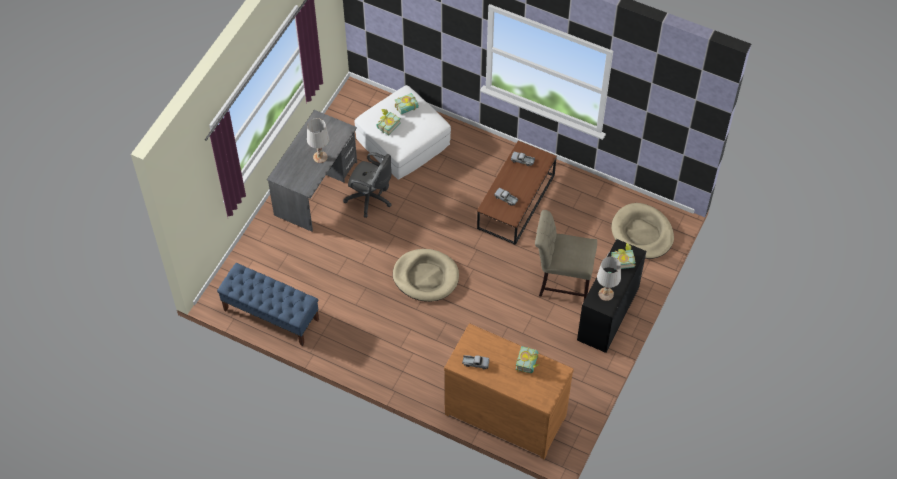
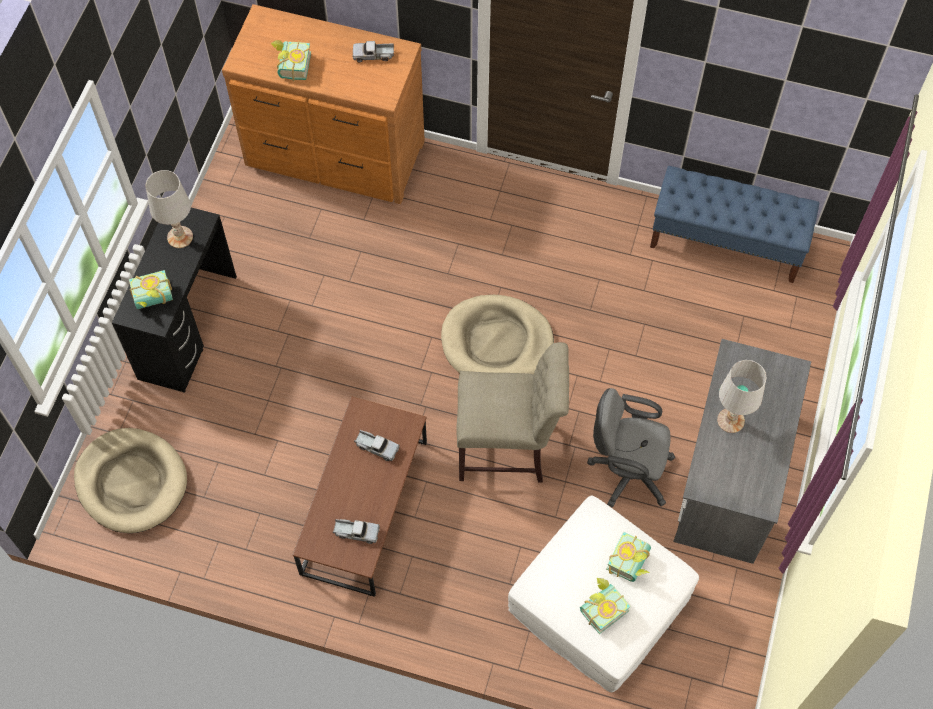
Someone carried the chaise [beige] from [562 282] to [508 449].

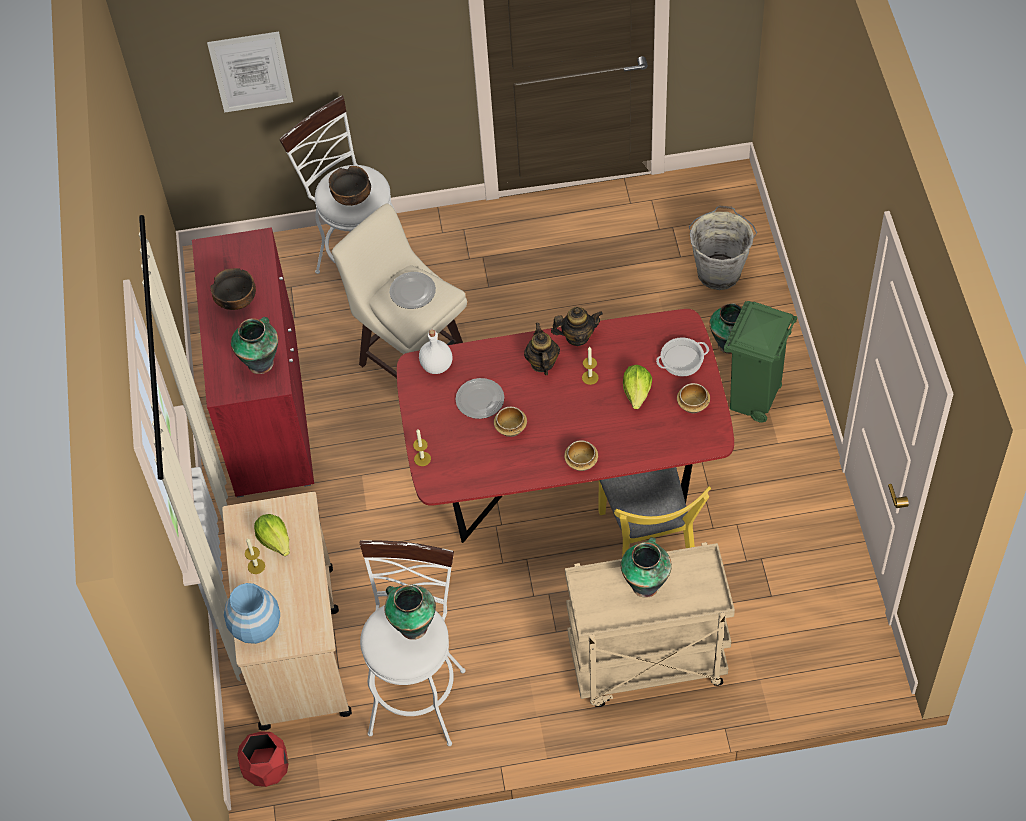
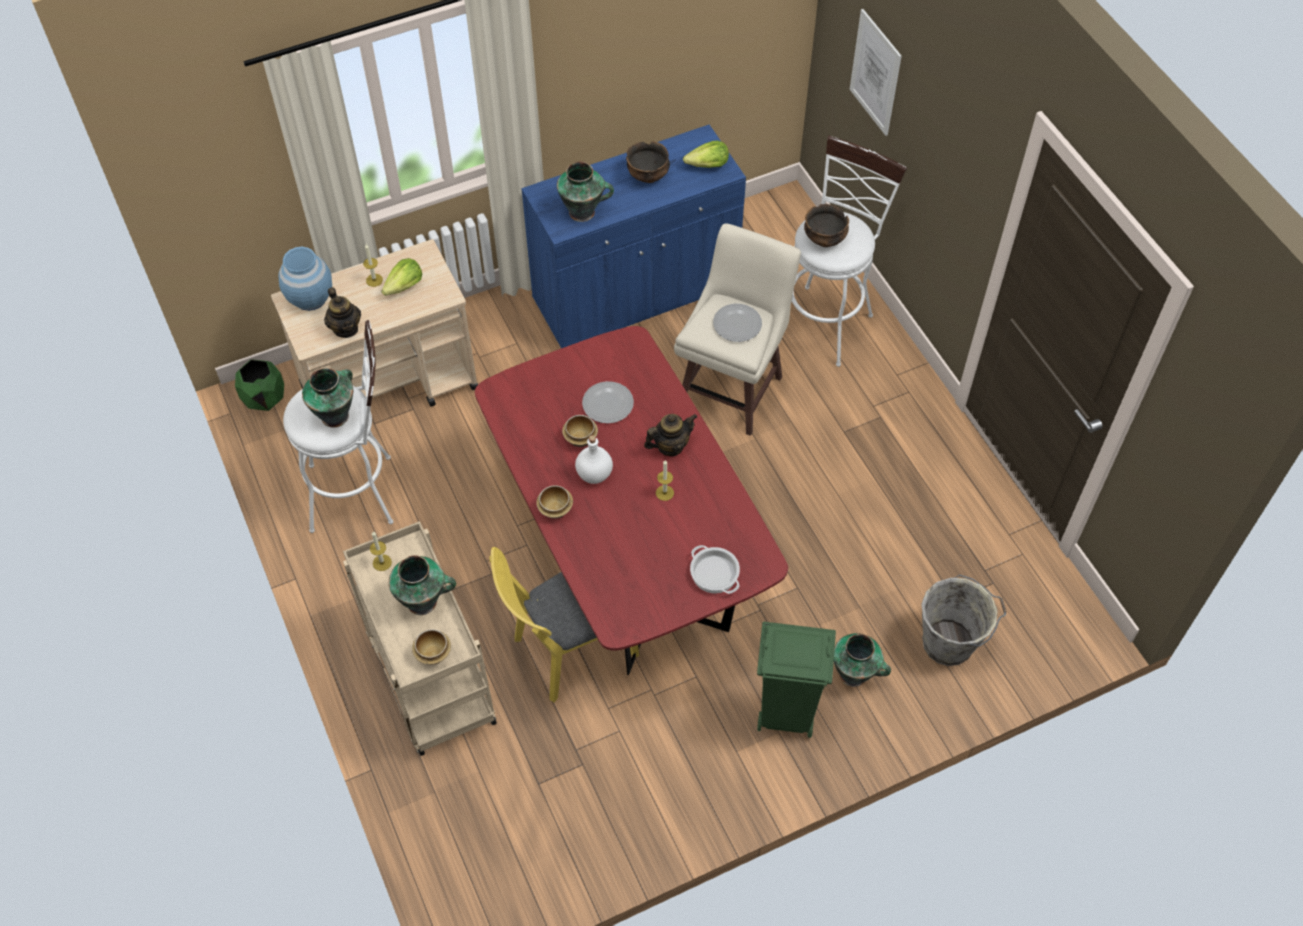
Someone repainted the meuble de rangement [rouge] at [267 409], which became the meuble de rangement [bleu] at [635 293].
Someone repainted the cache-pot [rouge] at [266 769], which became the cache-pot [vert] at [263 398].
Someone carried the bougie from [422 459] to [382 562].
Someone carried the bouteille [blanc] from [436 366] to [594 473].
Someone carried the théière from [577 336] to [346 328].
Someone carried the laitue from [637 393] to [708 165].
Someone carried the bol from [693 405] to [432 654].

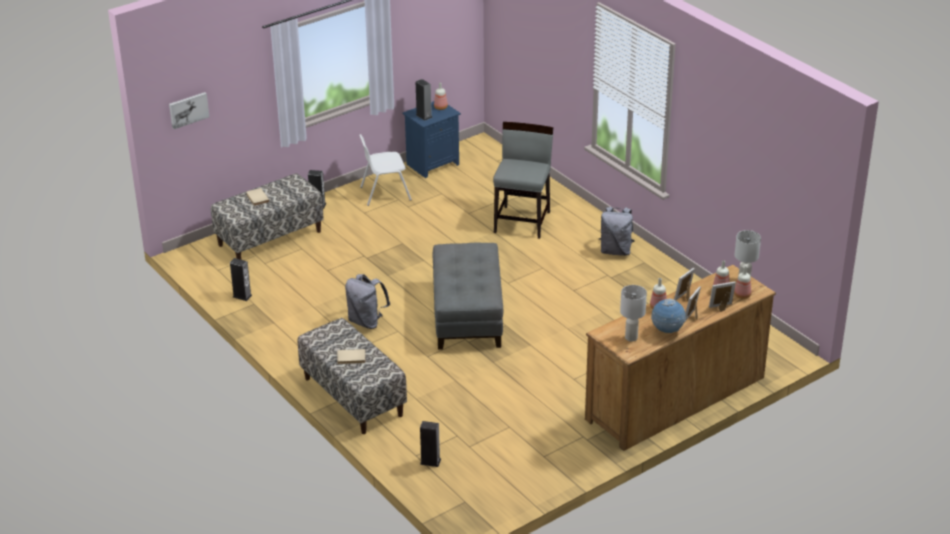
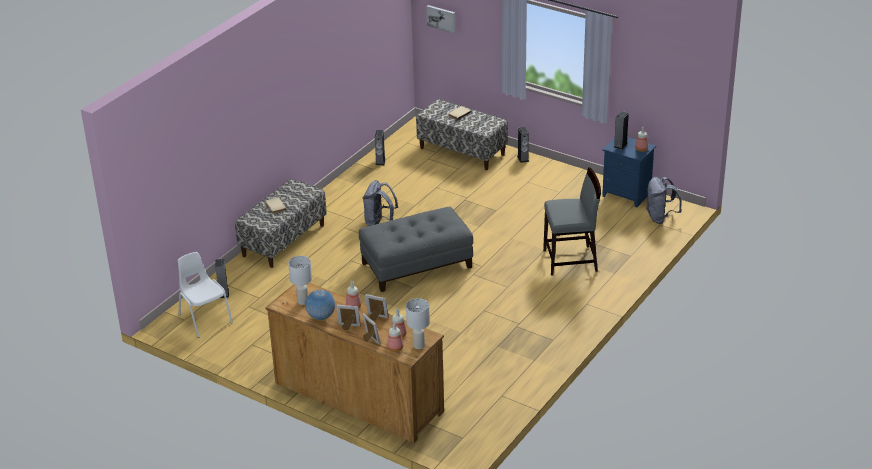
Someone carried the chaise [blanc] from [384 193] to [205 318].
Someone carried the sac à dos [gris] from [616 251] to [660 217].

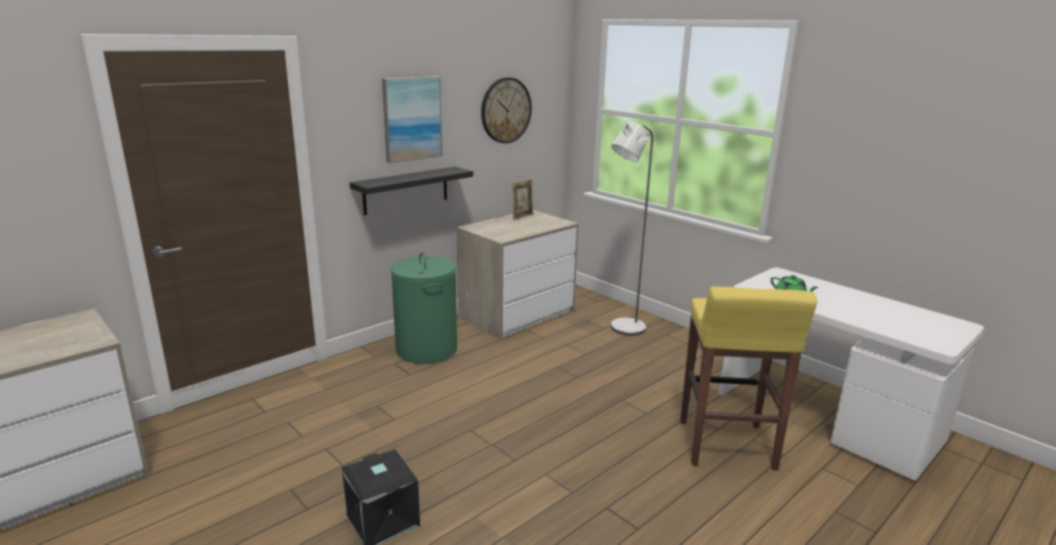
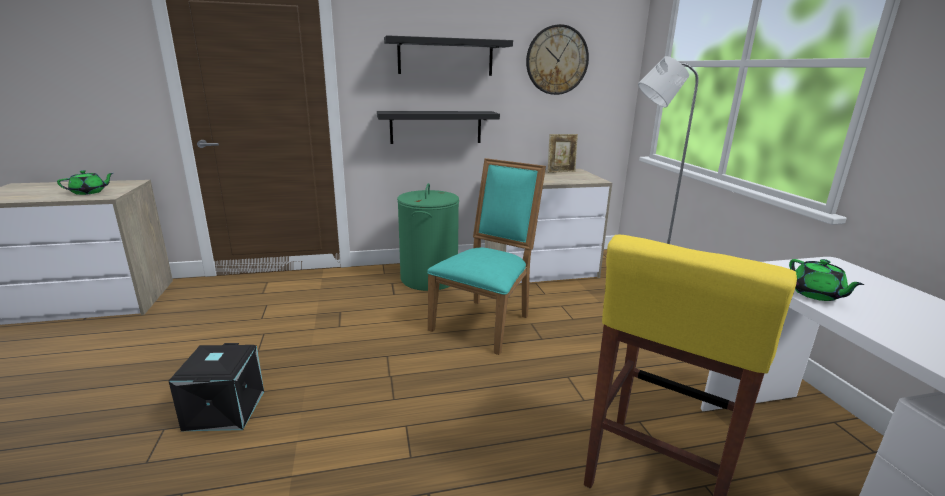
Someone swapped the tableau at [412 118] for the étagère [noir] at [445 57].
Someone put down the théière [vert] at [89 192].
Someone put down the chaise [turquoise] at [485 321].

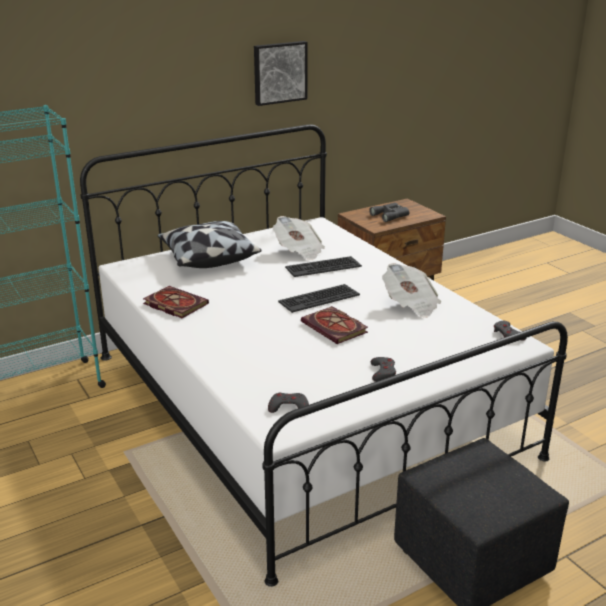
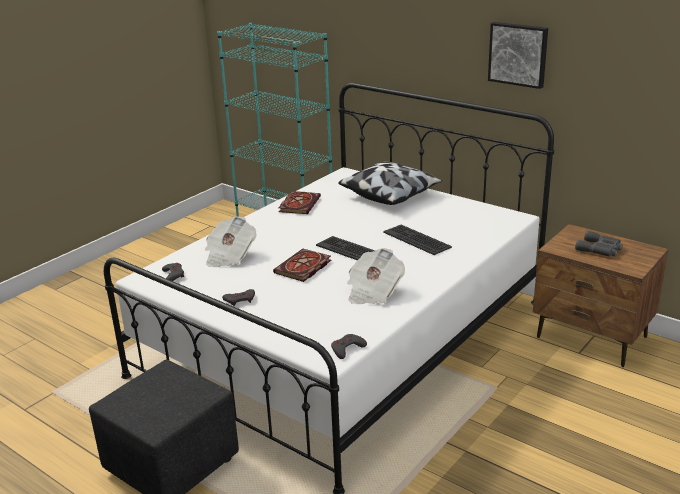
Someone carried the journal from [299 251] to [229 256].

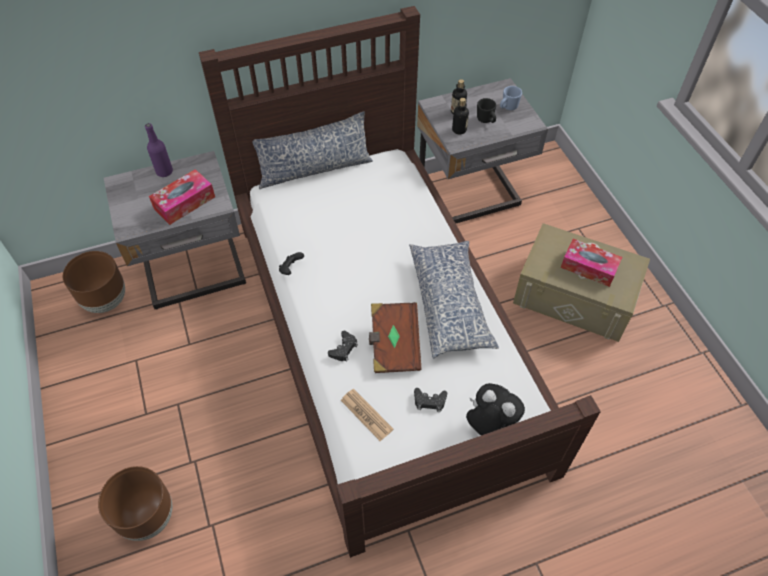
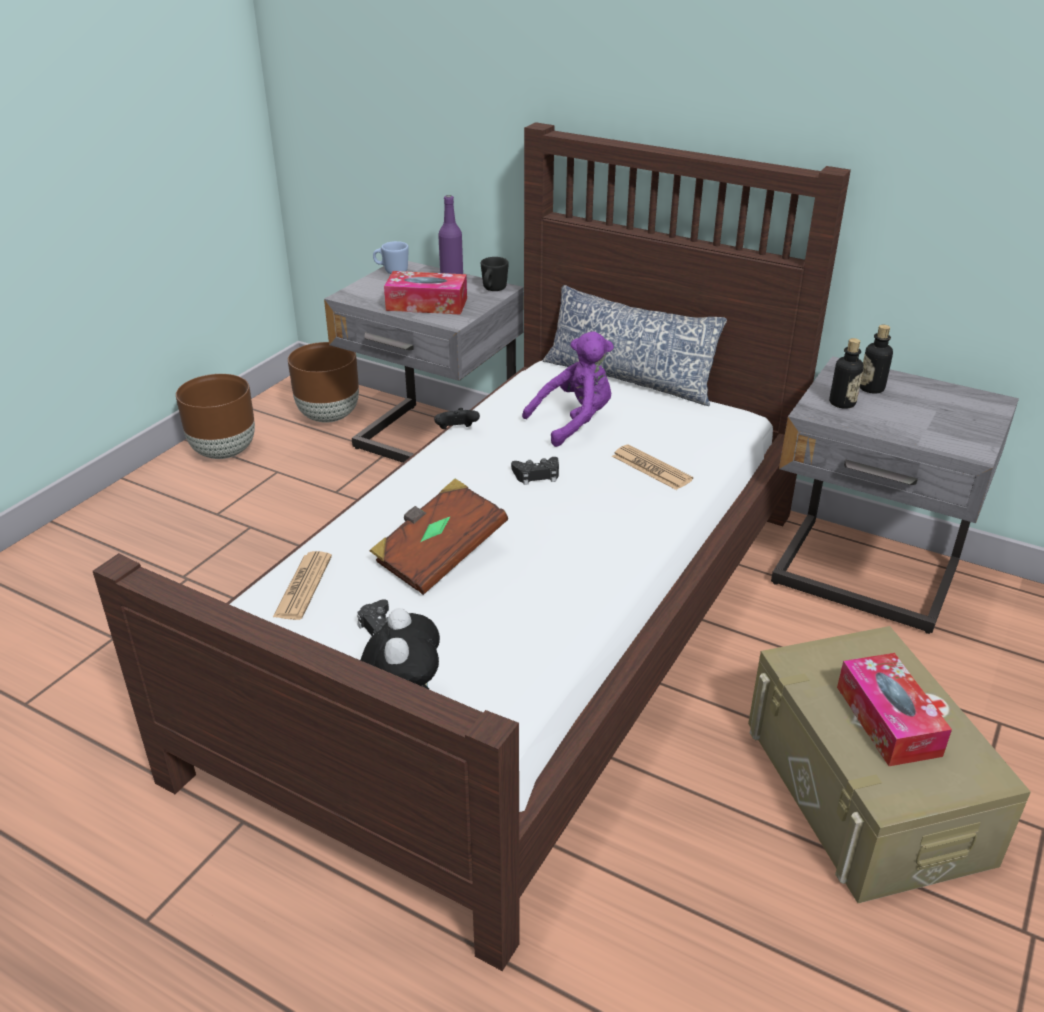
Someone carried the cache-pot [marron] from [148 516] to [225 451].
Someone carried the manette [noir] from [343 349] to [537 475].
Someone took away the coussin at [450 303].
Someone carried the mug [noir] from [486 121] to [493 290].
Someone carried the mug [bleu] from [507 107] to [392 271].
Someone put down the peluche [violet] at [574 422].
Someone put down the journal at [651 468].

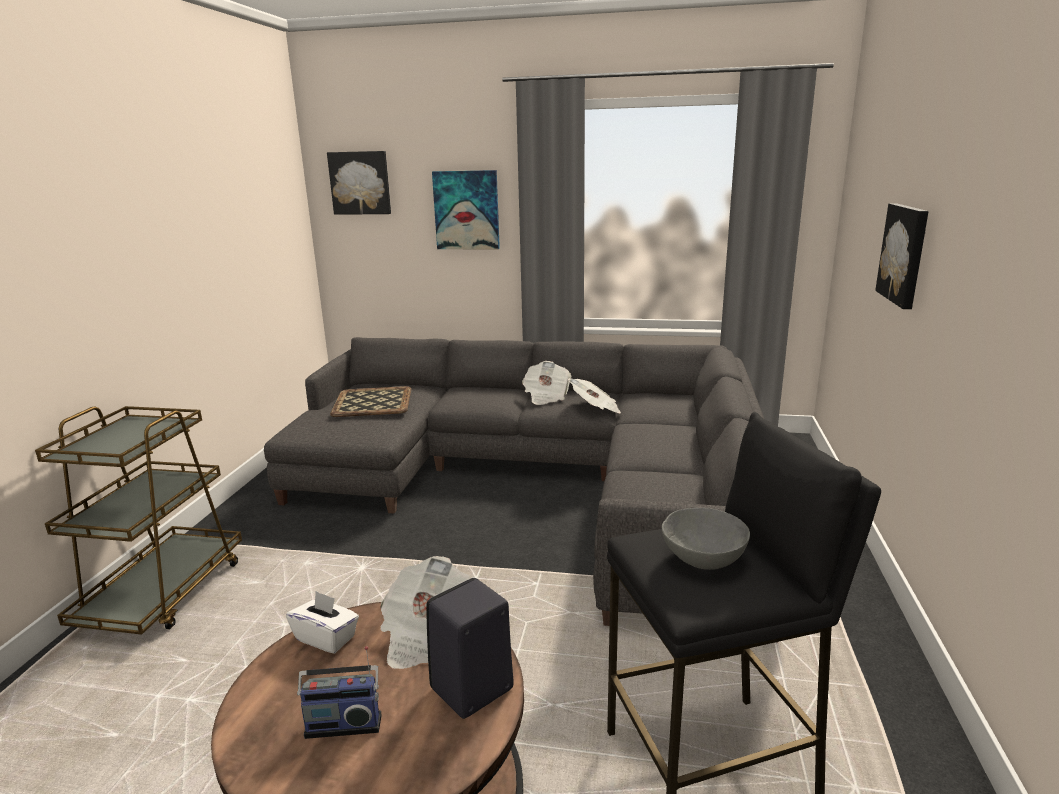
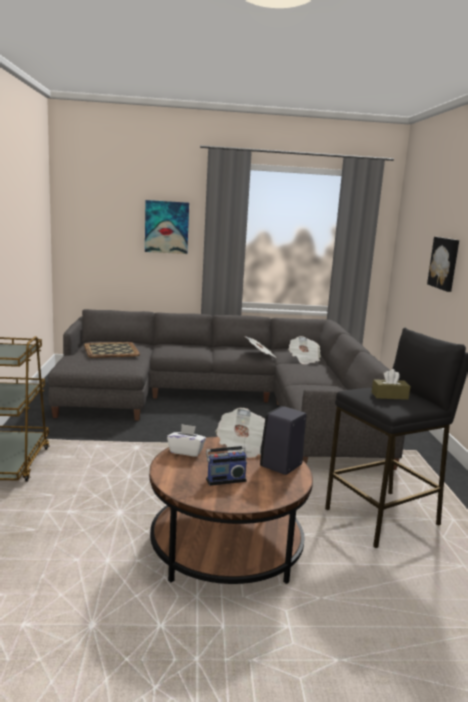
Someone took away the tableau at [360 183].
Someone carried the journal from [546 396] to [303 359].
Someone swapped the bol [gris] at [703 559] for the boîte à mouchoirs [marron] at [389 396].

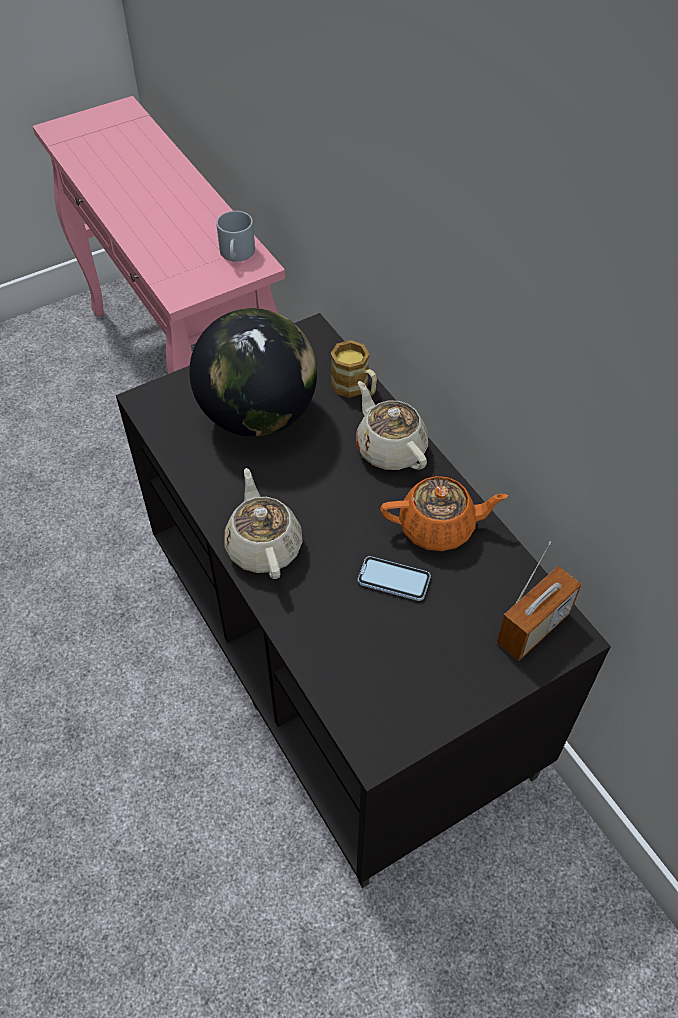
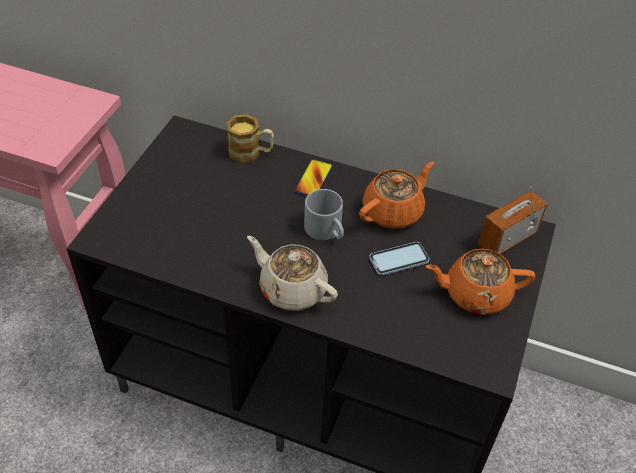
Someone took away the globe at [258 416].
Someone carried the mug [gris] from [237 254] to [327 231].
Someone swapped the théière [beige] at [390 448] for the téléphone at [313 179].
Someone rotated the radio at [533 628] by 135 degrees counterclockwise.
Someone put down the théière [orange] at [475 294].

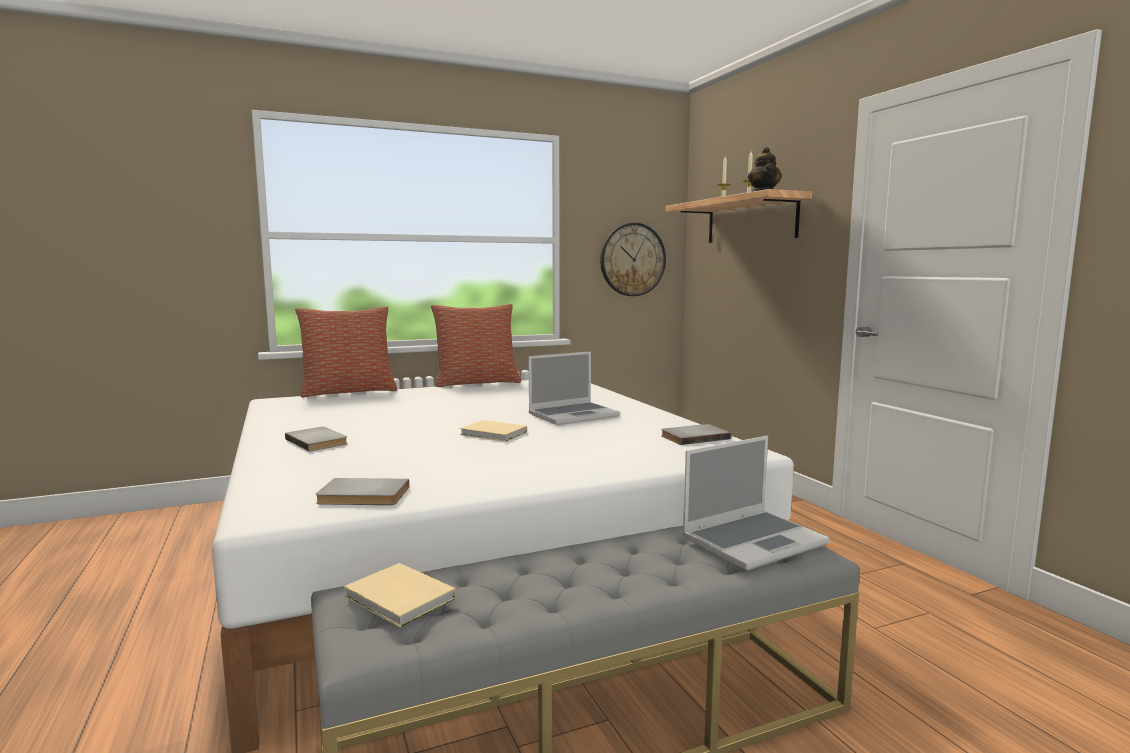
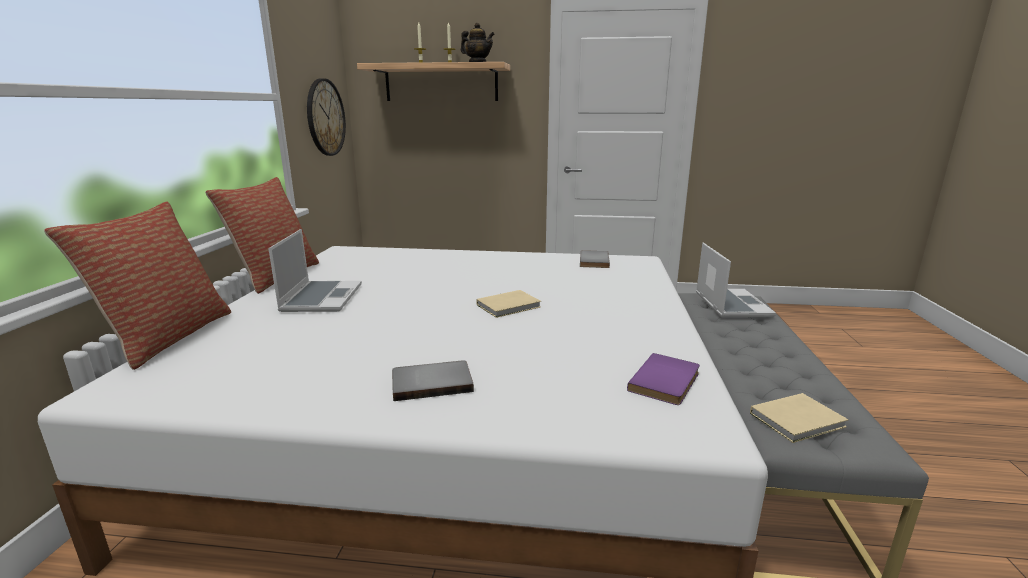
Someone repainted the livre [gris] at [362 496], which became the livre [violet] at [667 382].
Someone carried the ordinateur portable from [574 415] to [321 298].

